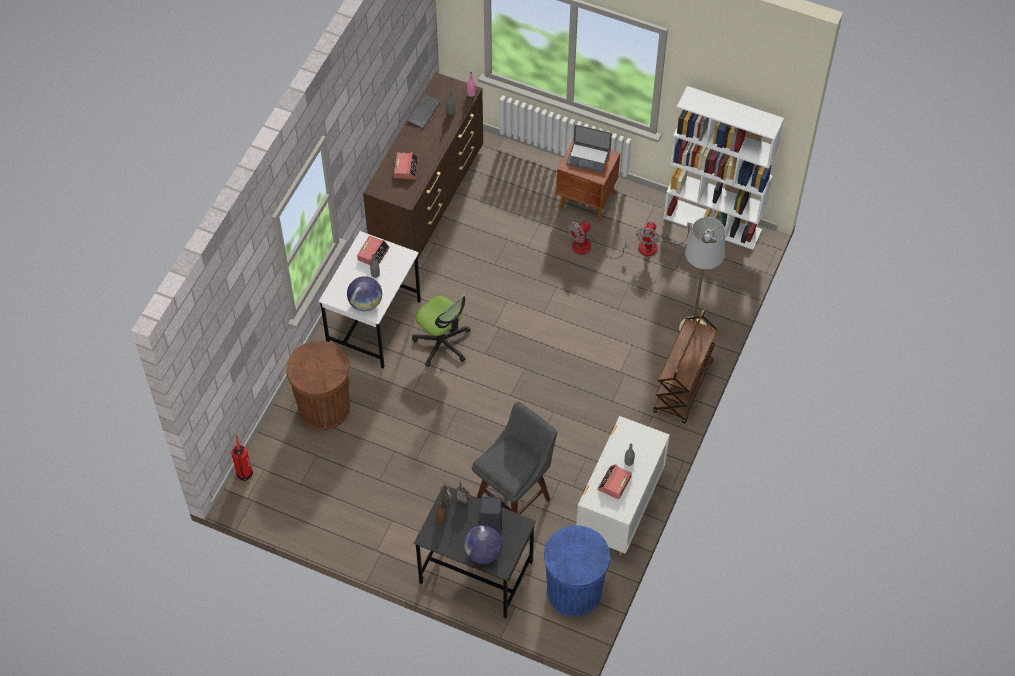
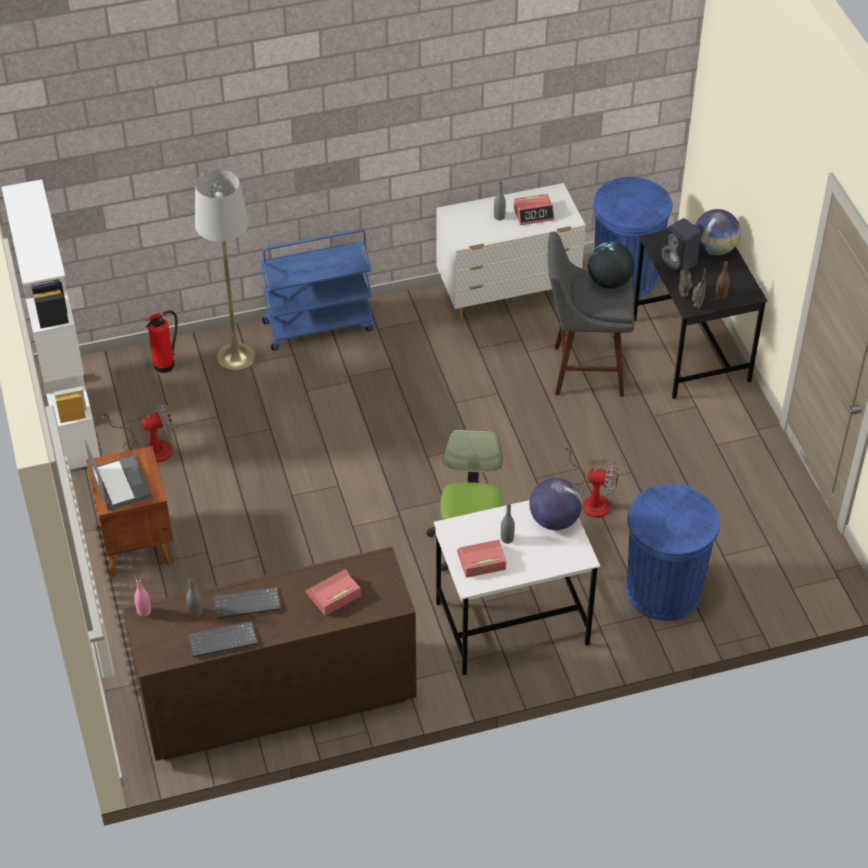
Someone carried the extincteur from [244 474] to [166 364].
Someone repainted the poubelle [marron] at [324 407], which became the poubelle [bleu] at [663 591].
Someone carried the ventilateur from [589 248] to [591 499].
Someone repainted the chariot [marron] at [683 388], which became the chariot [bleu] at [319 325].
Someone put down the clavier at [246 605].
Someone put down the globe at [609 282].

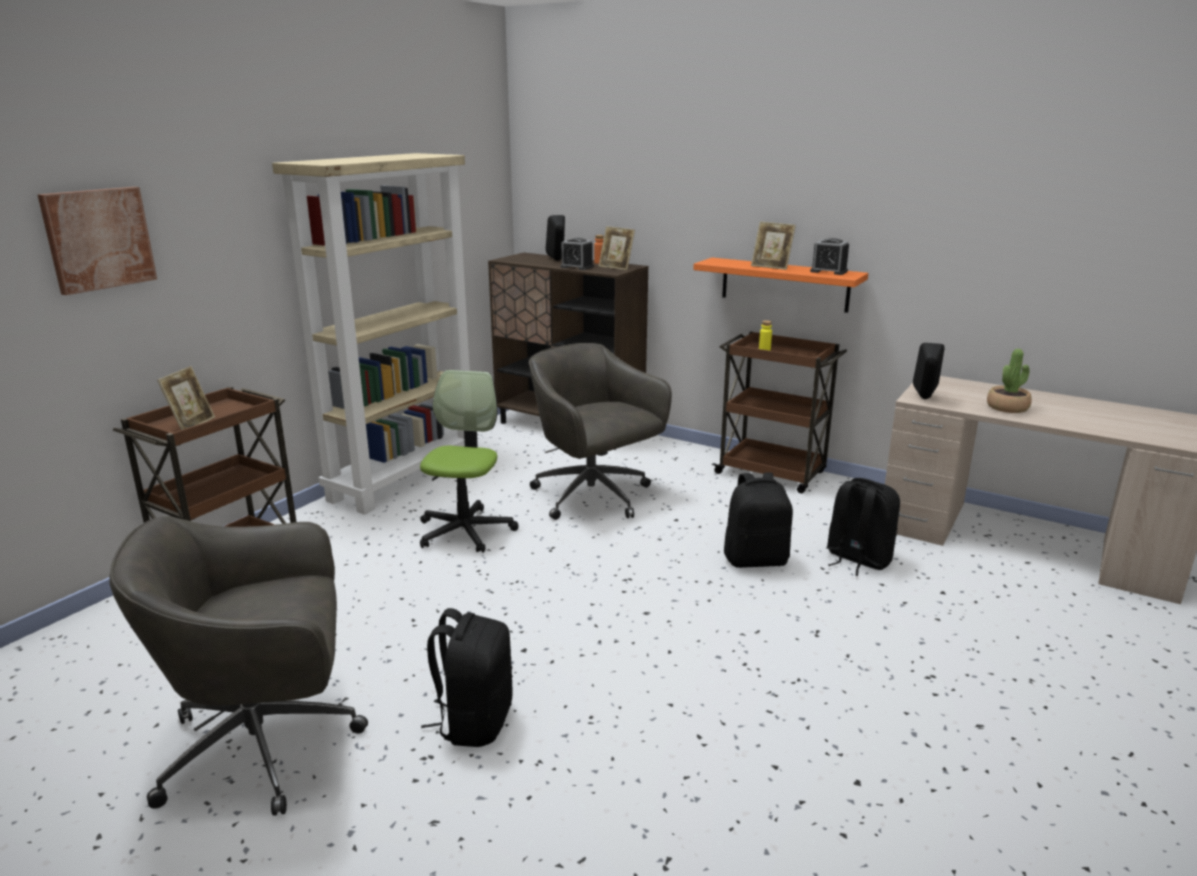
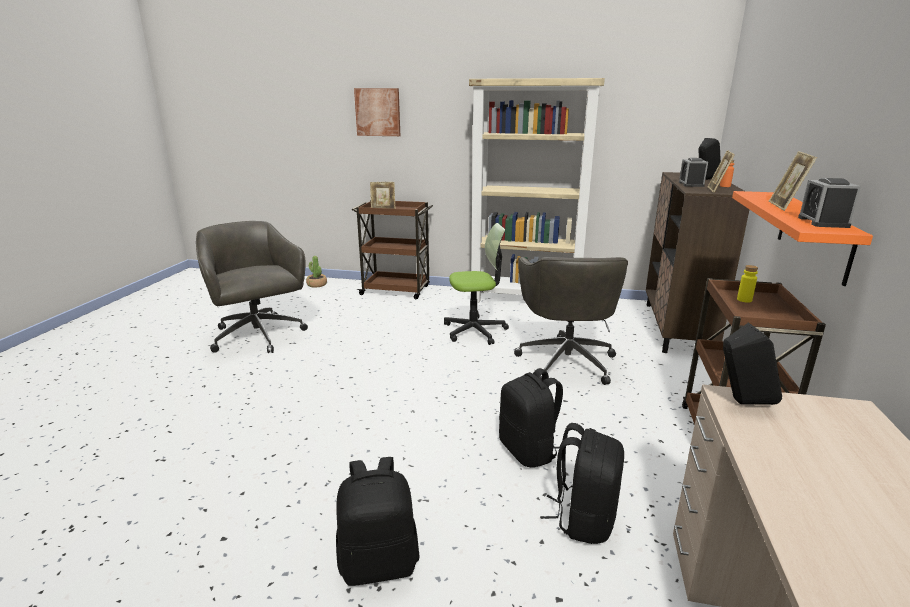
Someone carried the sac à dos [noir] from [474 721] to [379 563].
Someone rotated the chaise de bureau [gris] at [594 497] by 150 degrees clockwise.
Someone carried the plante en pot from [1007 407] to [317 284].

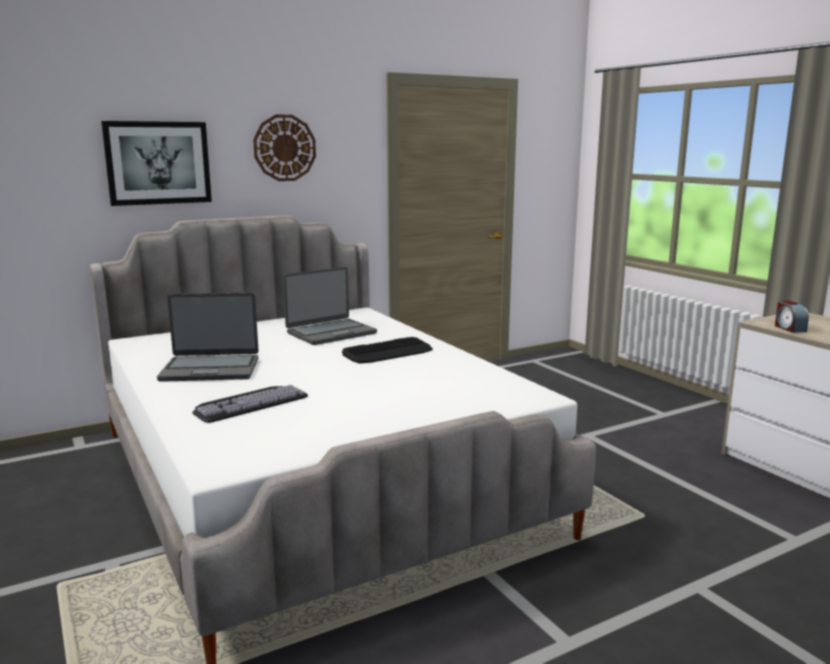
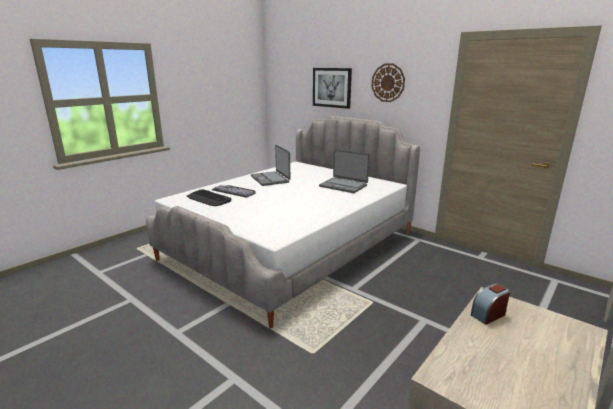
Someone carried the clavier from [388 352] to [208 198].

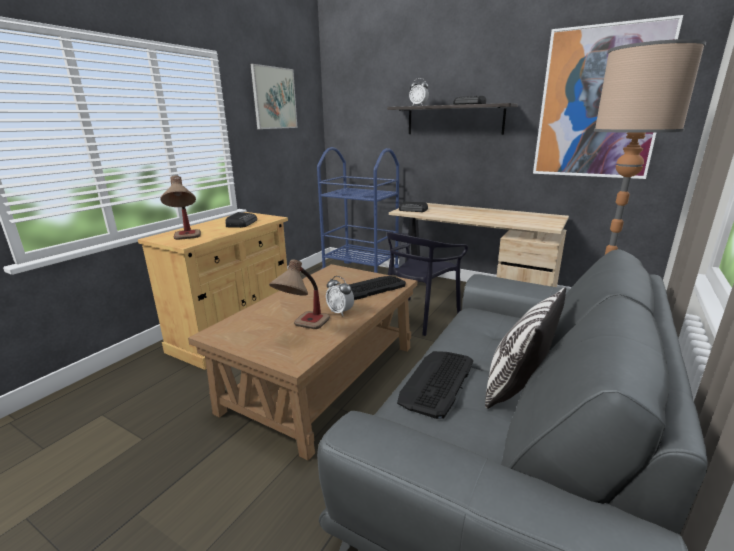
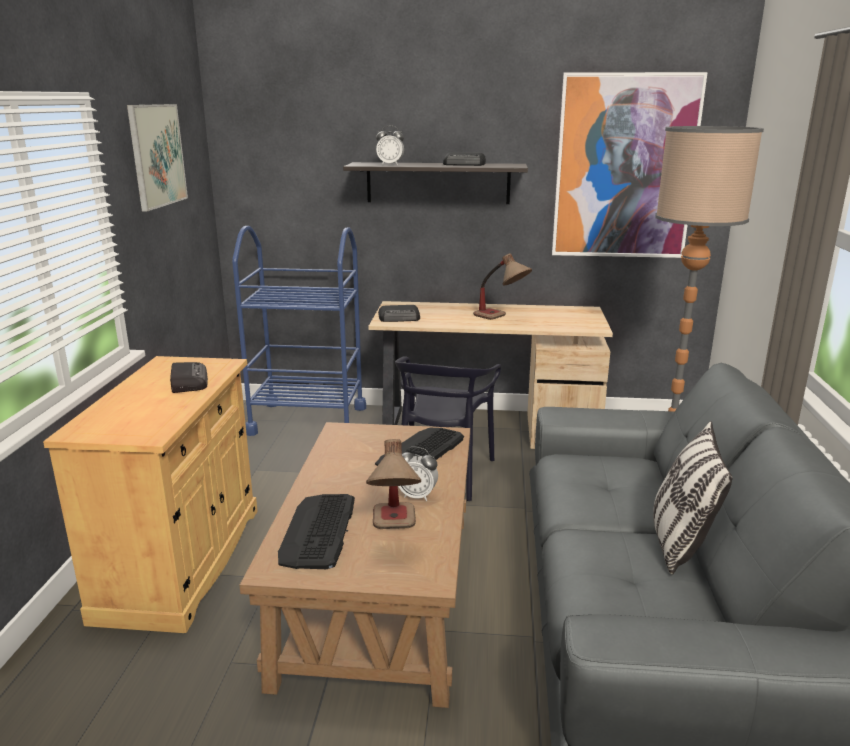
Someone carried the lampe de table from [187 239] to [502 318].
Someone carried the clavier from [437 382] to [318 531].

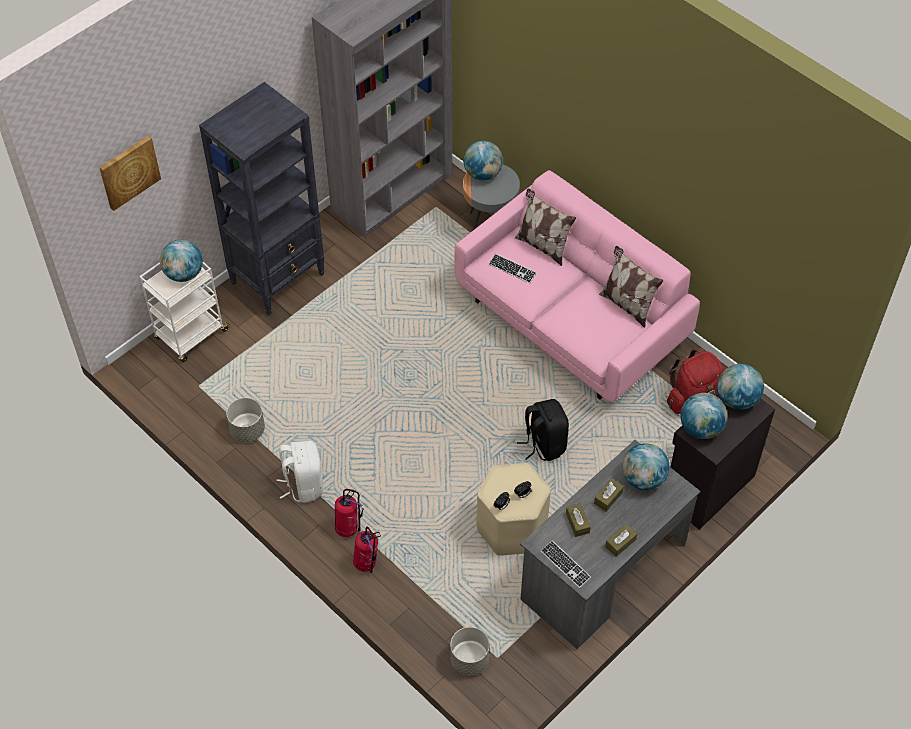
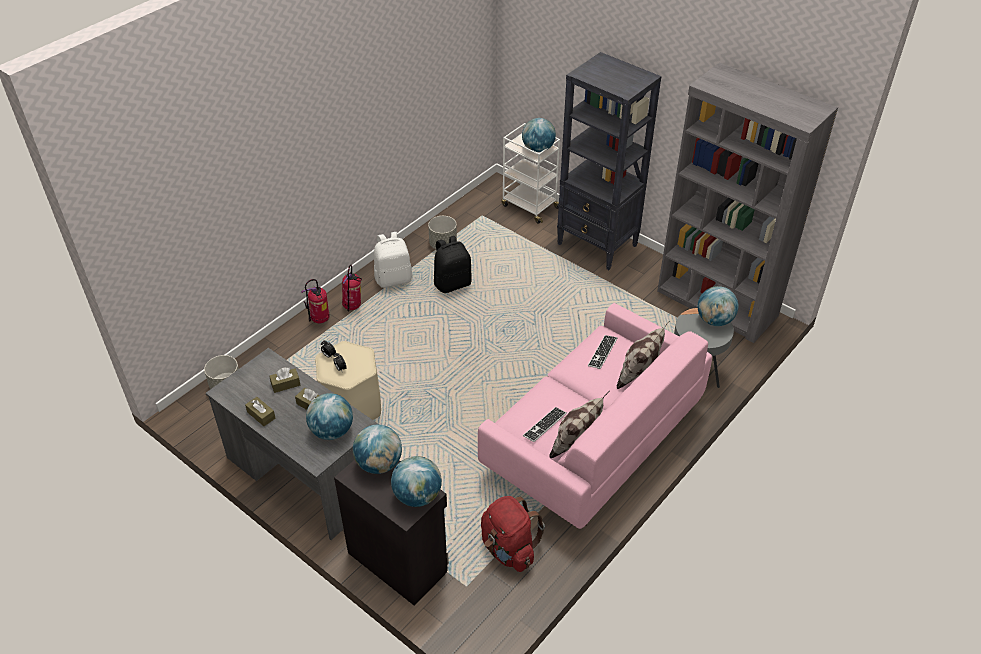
Someone took away the tableau at [129 172].
Someone carried the sac à dos [noir] from [544 444] to [452 283].
Someone carried the clavier from [565 565] to [544 425].

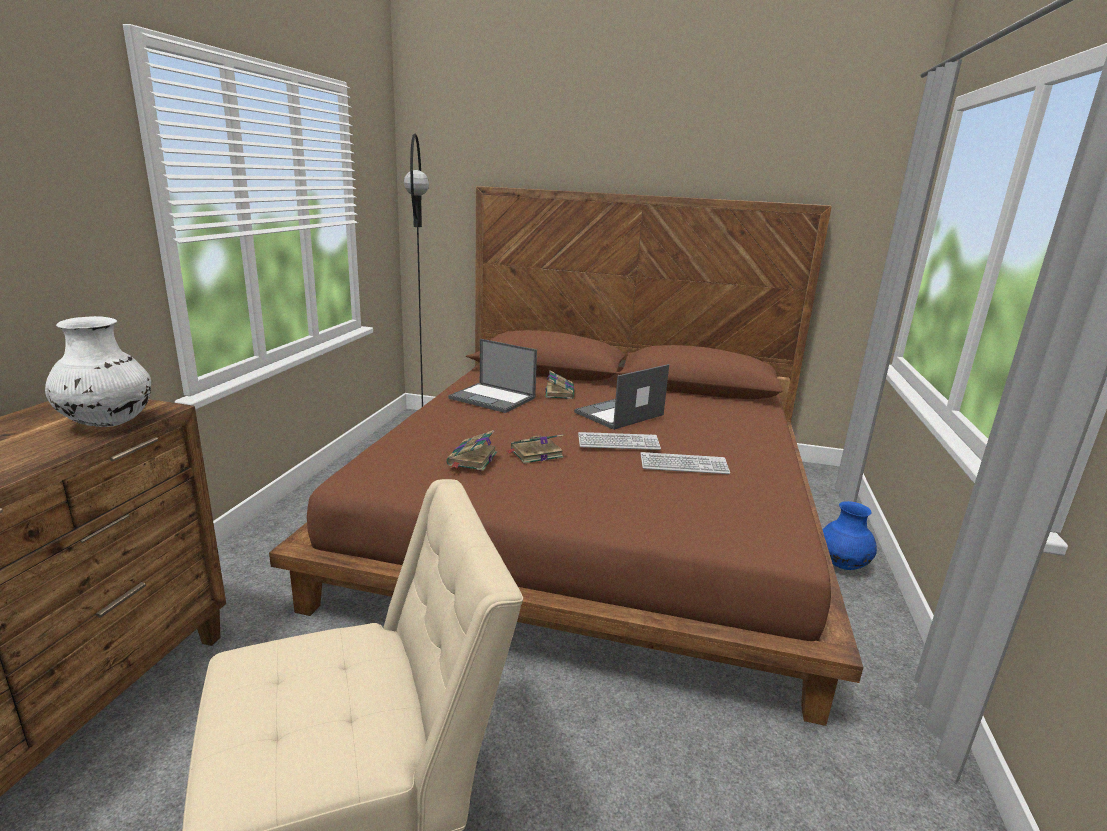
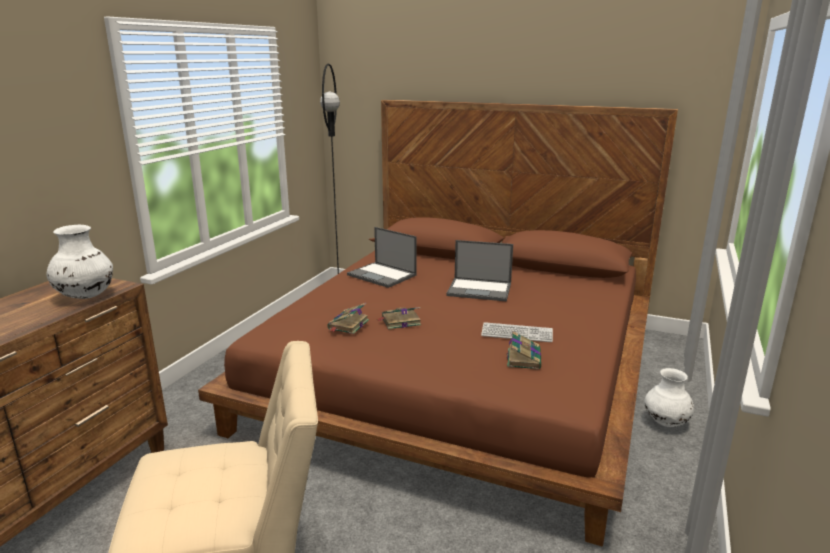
Someone carried the livre from [559 392] to [523 358].
Someone rotated the ordinateur portable at [618 414] by 135 degrees counterclockwise.
Someone took away the clavier at [618 443].
Someone repainted the vase [bleu] at [842 565], which became the vase [blanc] at [666 423].

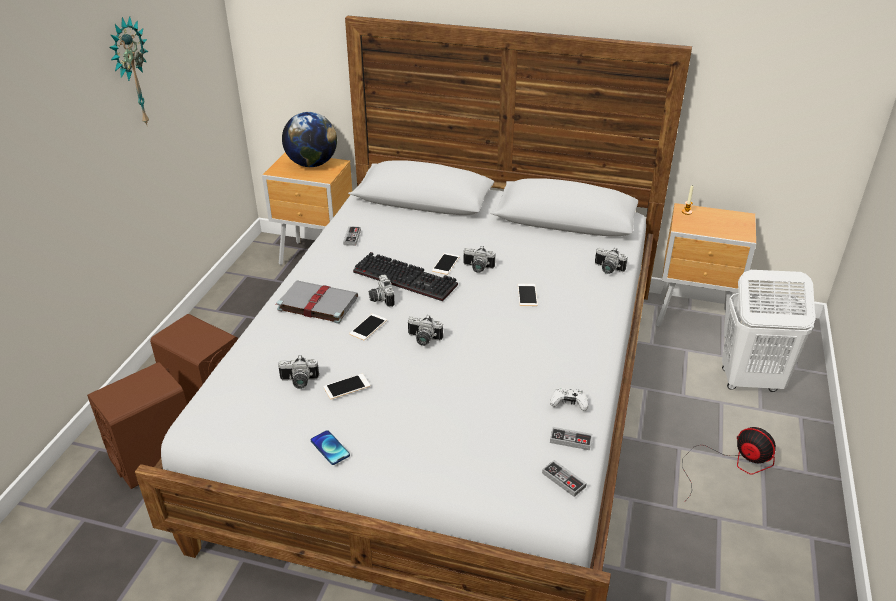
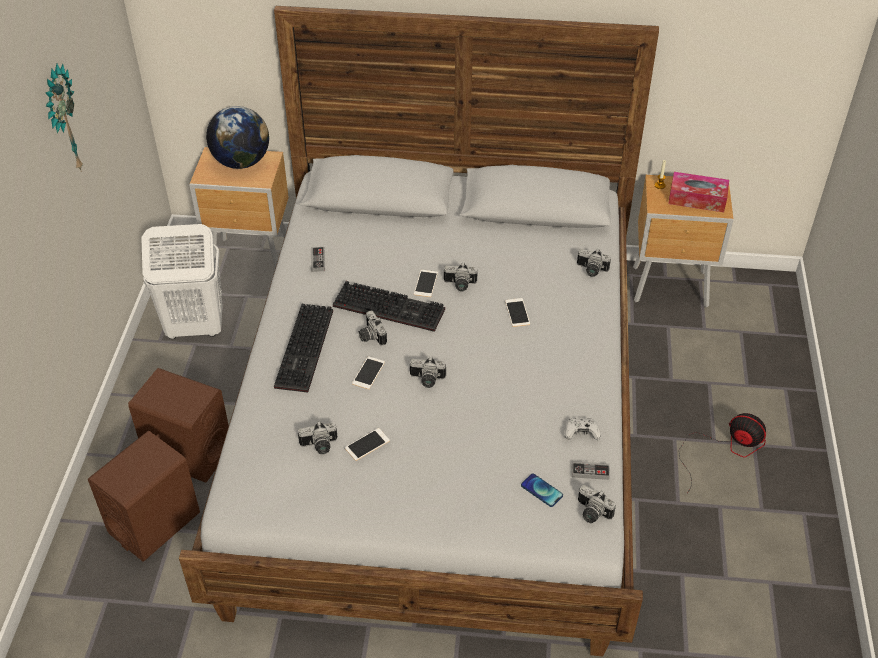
Someone swapped the livre [gris] at [316 303] for the clavier at [306 350].
Someone carried the téléphone from [330 448] to [541 490].
Someone swapped the manette at [563 480] for the appareil photo at [591 513].
Someone carried the panier à linge [blanc] from [750 381] to [194 327].
Someone put down the boîte à mouchoirs at [697 199].

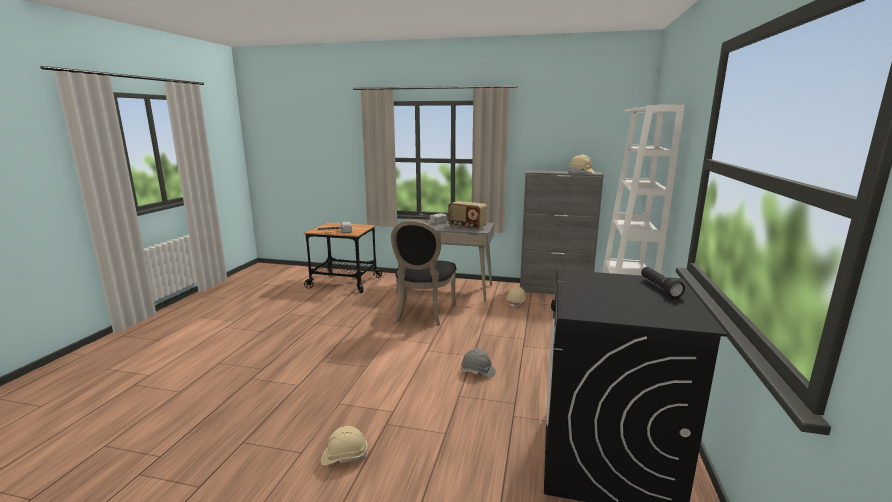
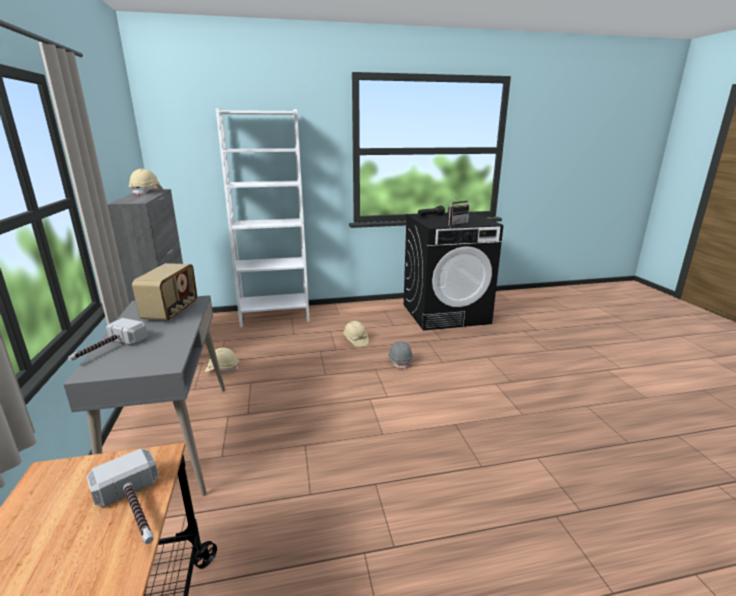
Someone carried the casque de chantier [beige] from [344 456] to [355 340].
Someone took away the chaise [noir] at [423 313].
Someone put down the radio at [455 223].

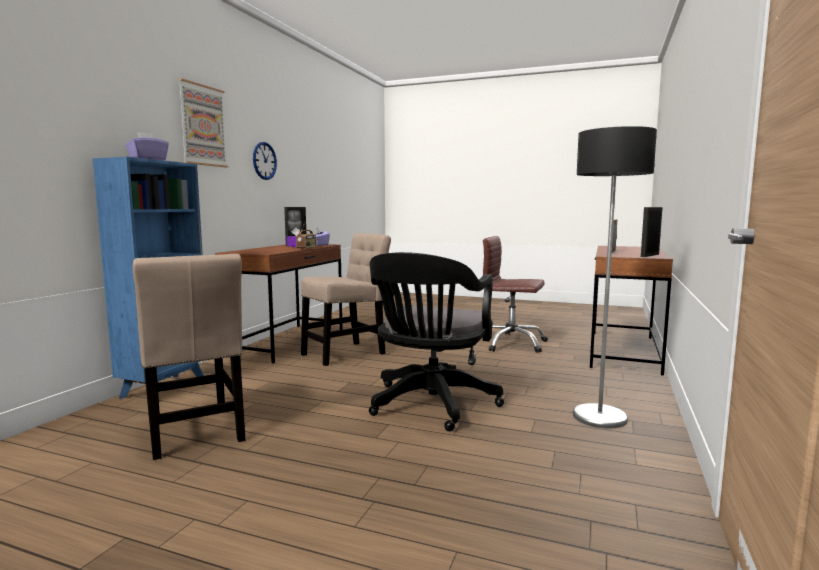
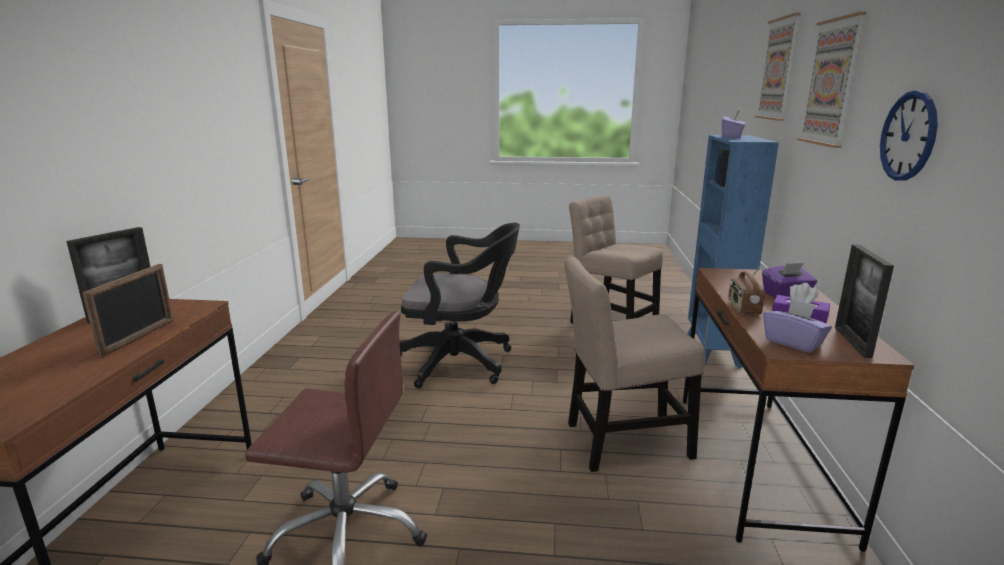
Someone rotated the chaise [beige] at [347 353] by 45 degrees clockwise.
Someone rotated the chaise de bureau [noir] at [430 406] by 90 degrees clockwise.
Someone took away the lampadaire at [600 417].
Someone put up the tableau at [778 69].
Someone put down the boîte à mouchoirs [violet] at [786 294].

